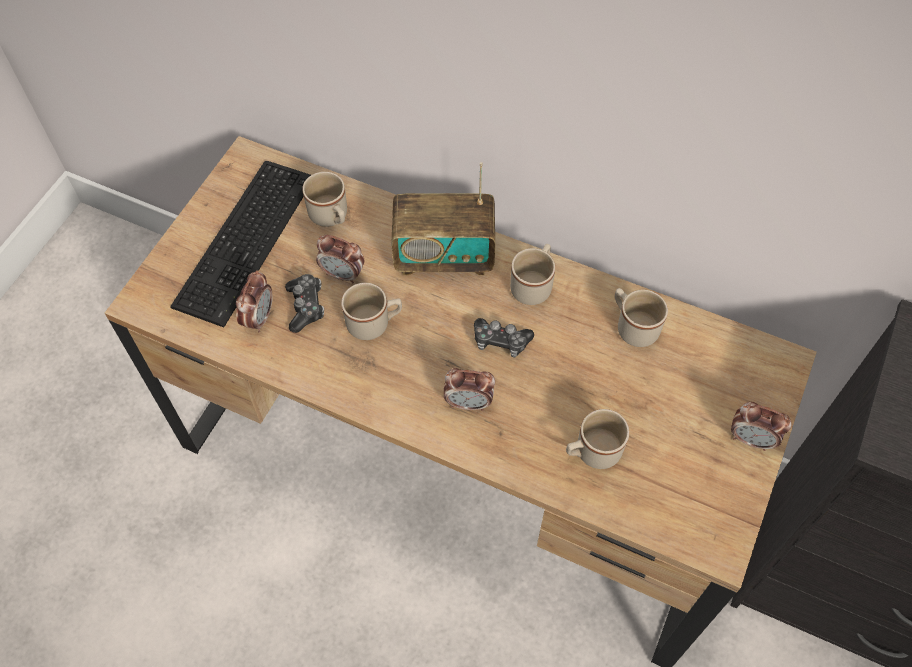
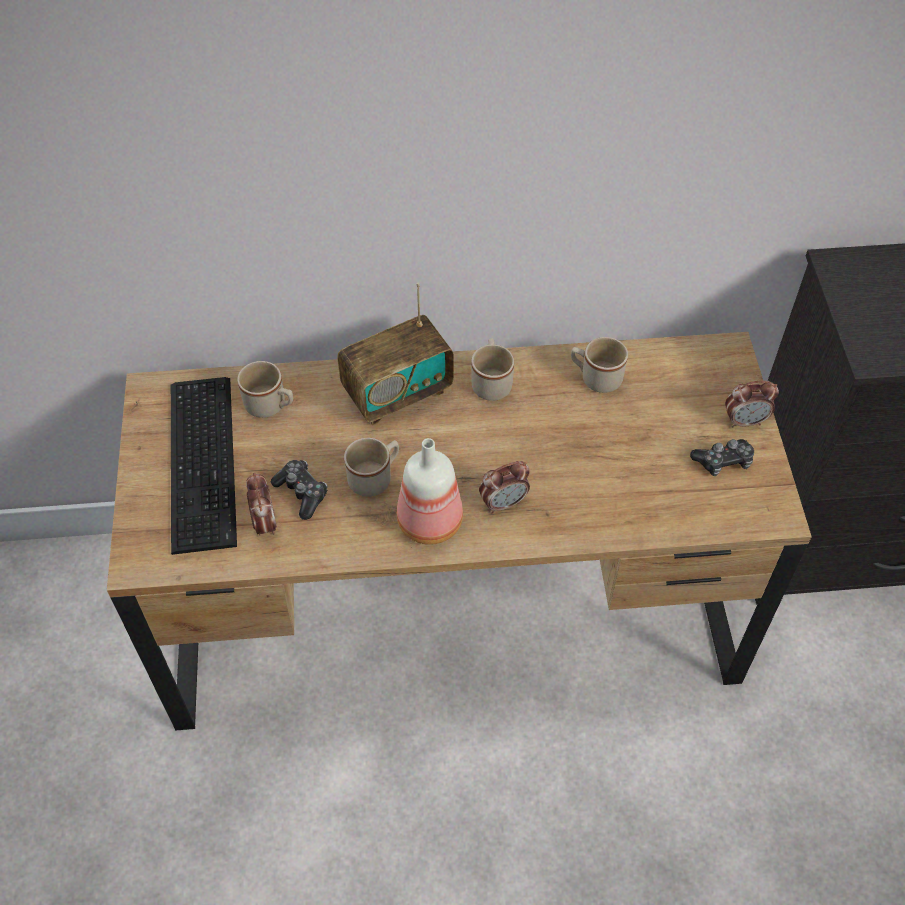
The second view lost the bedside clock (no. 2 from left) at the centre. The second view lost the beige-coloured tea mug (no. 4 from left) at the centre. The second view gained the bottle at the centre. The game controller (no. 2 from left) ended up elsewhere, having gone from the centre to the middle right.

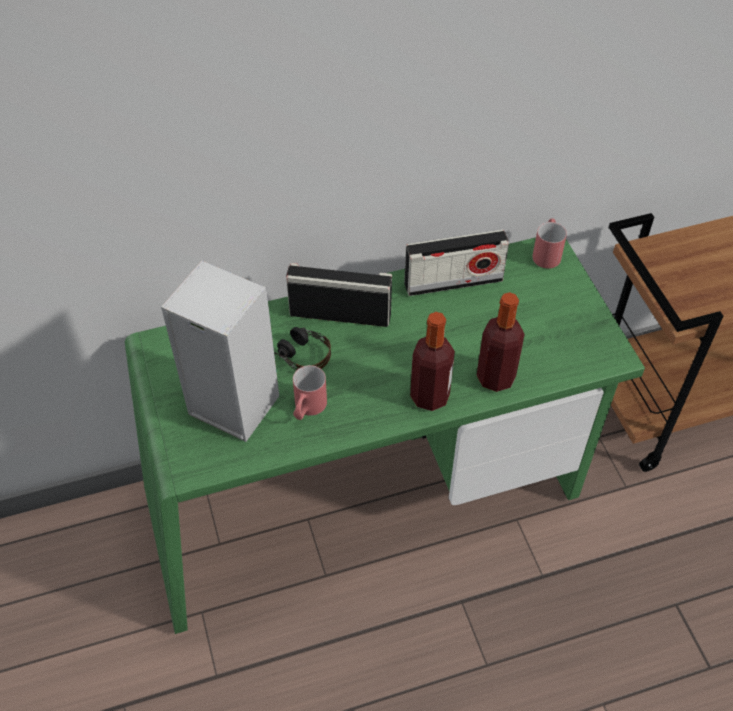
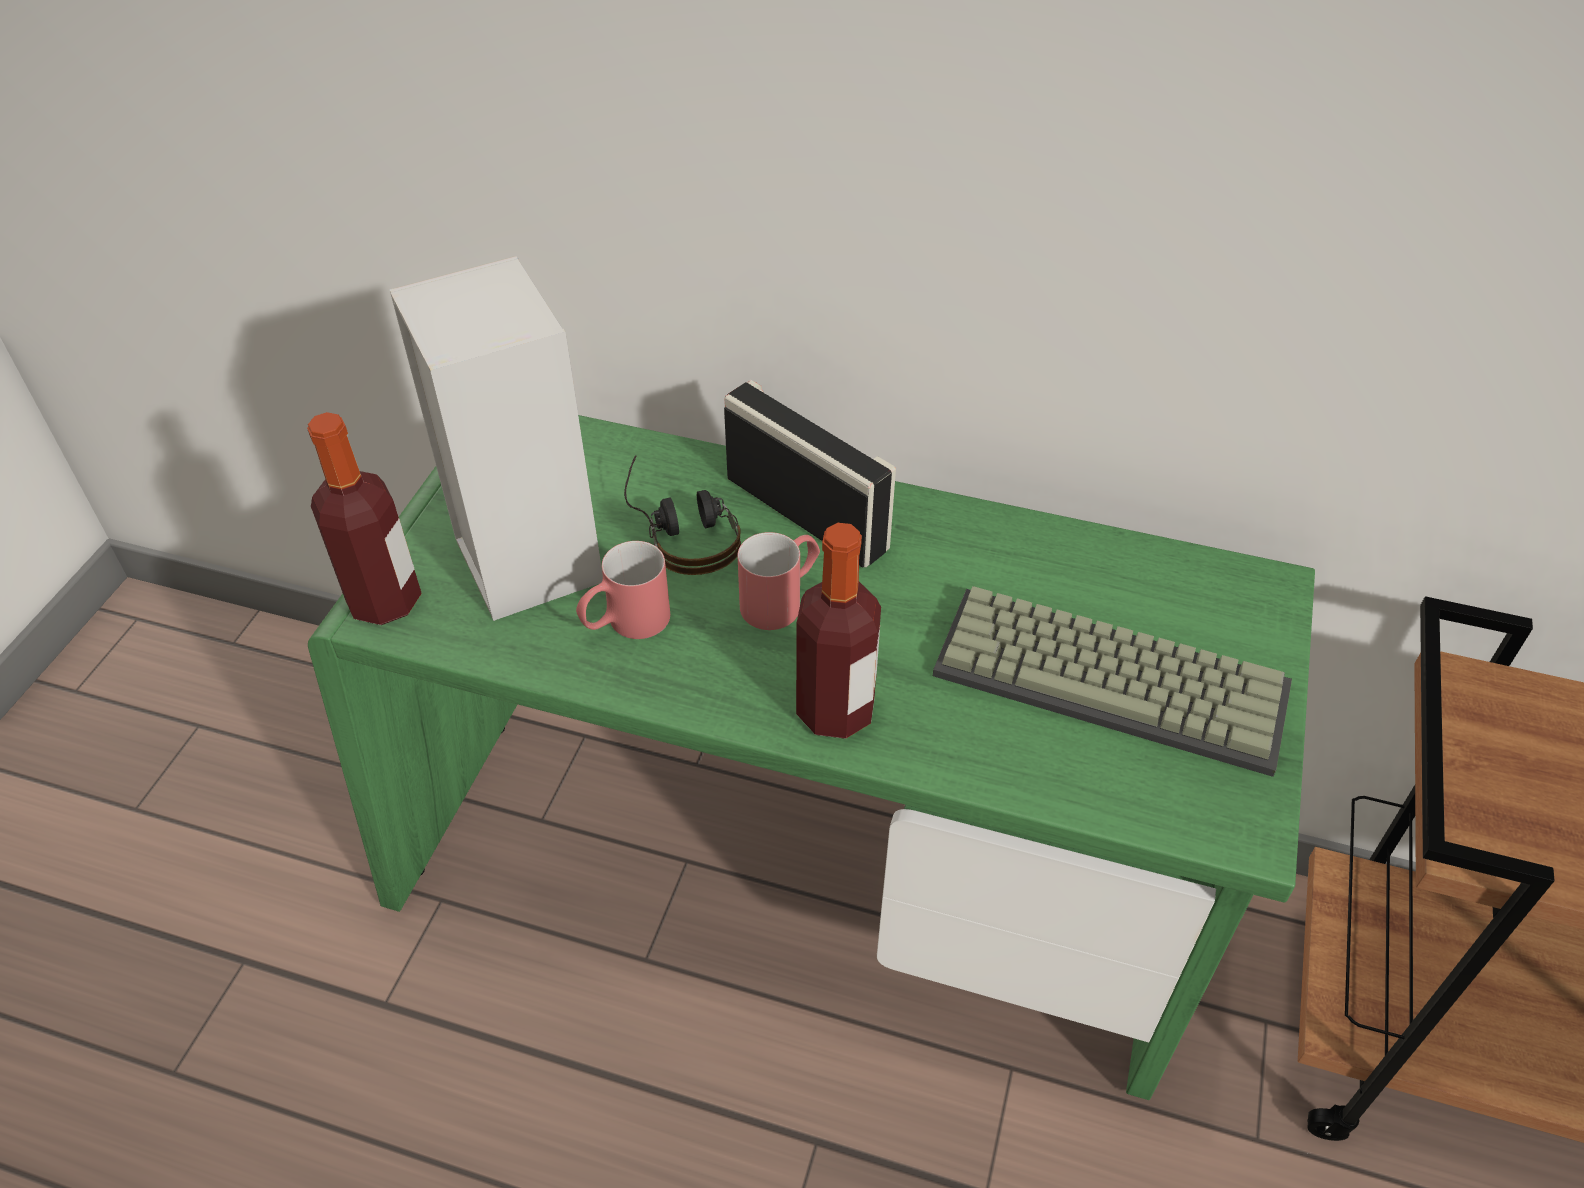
The second view lost the radio receiver (no. 2 from left) at the centre. The second view gained the keyboard at the middle right. The bottle (no. 2 from left in the first image) ended up elsewhere, having gone from the middle right to the middle left. The red tea mug (no. 2 from left) ended up elsewhere, having gone from the middle right to the centre.

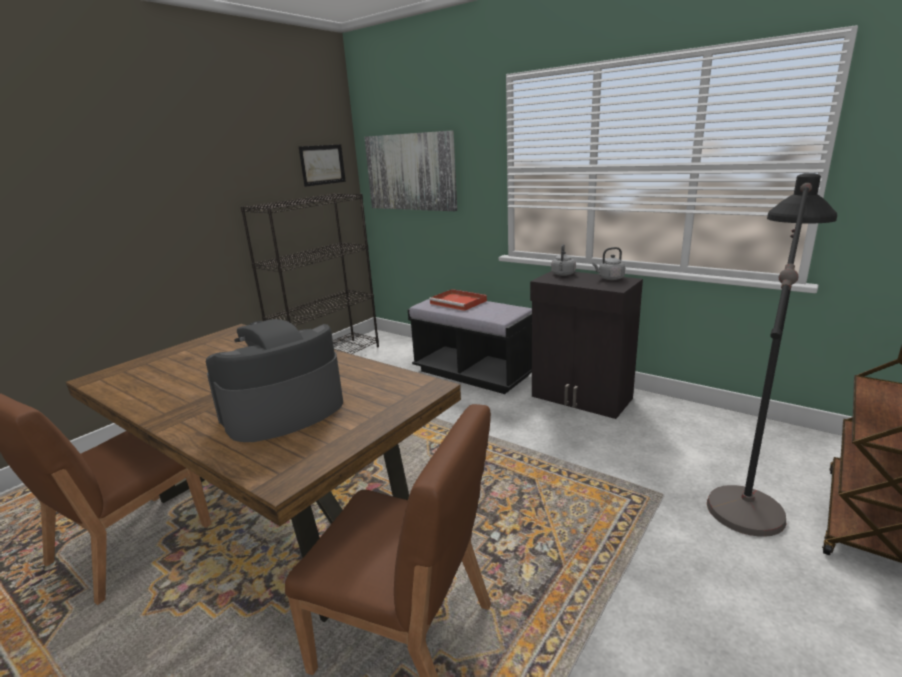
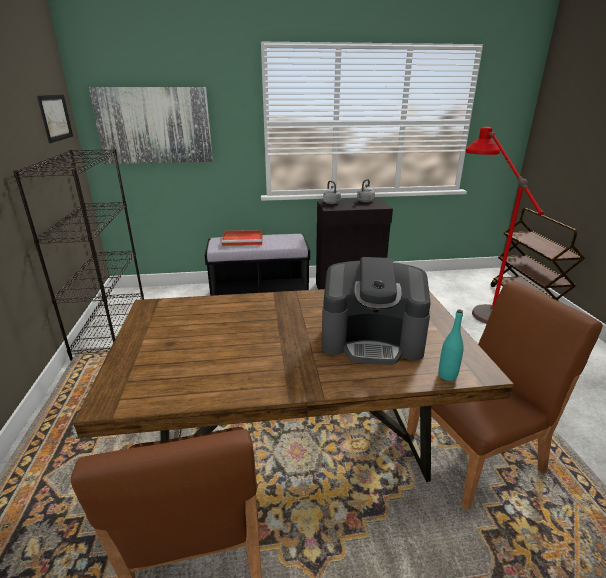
The second view gained the blue-green bottle at the middle right. What was the black standing lamp at the middle right turned into the red standing lamp at the middle right. The coffee machine at the middle left ended up facing another way, 90 degrees counterclockwise from before.

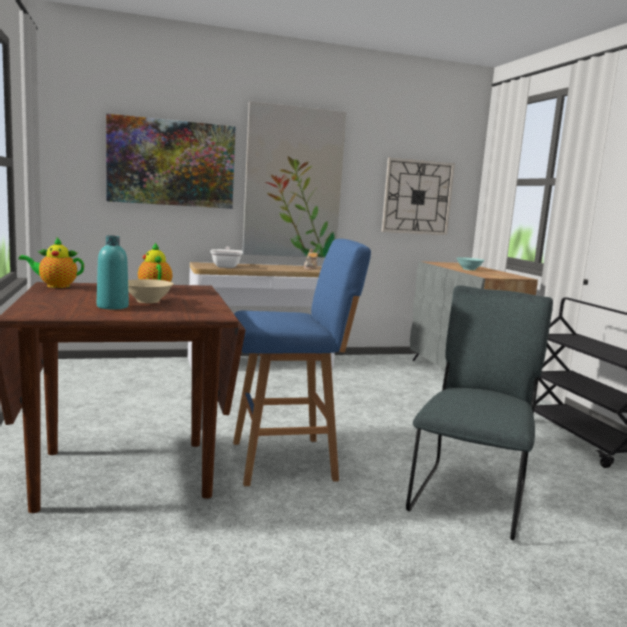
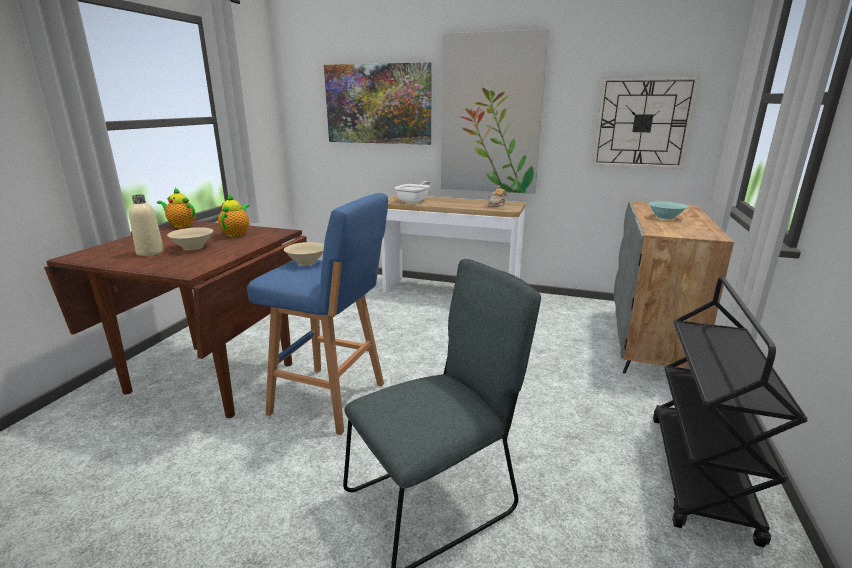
The second view gained the beige-coloured bowl (no. 2 from left) at the centre. What was the blue-green bottle at the middle left turned into the beige-coloured bottle at the middle left.

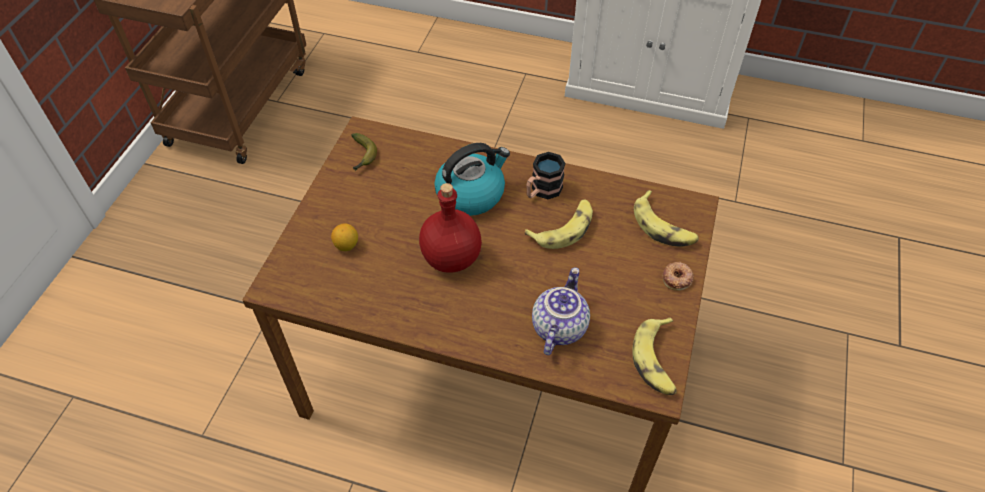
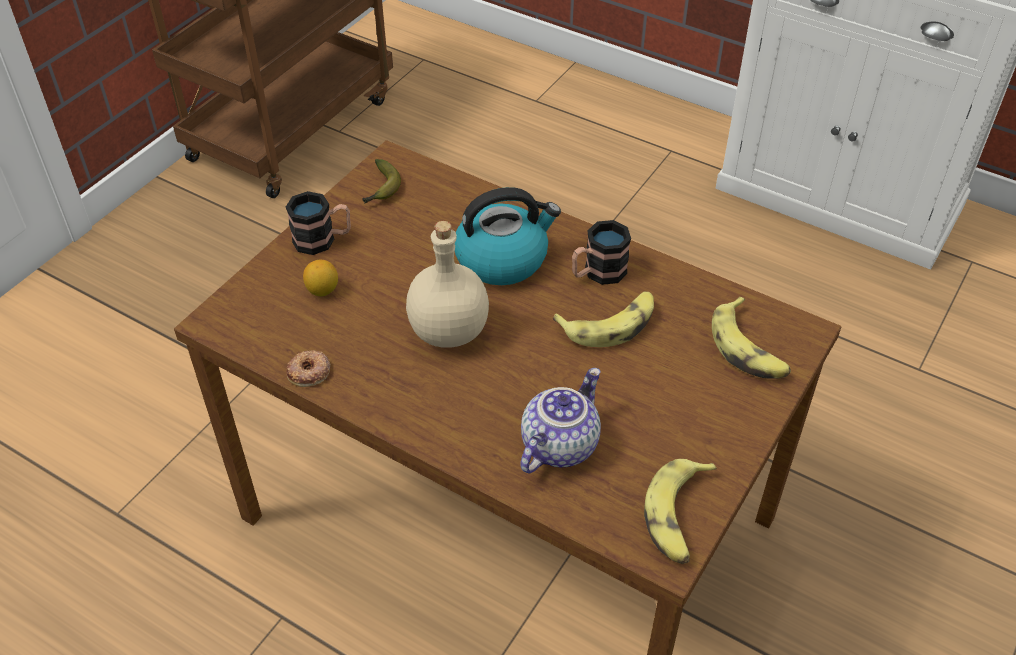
The second view gained the tea mug (no. 1 from left) at the middle left. The doughnut ended up elsewhere, having gone from the middle right to the middle left. What was the red bottle at the centre turned into the beige-coloured bottle at the centre.

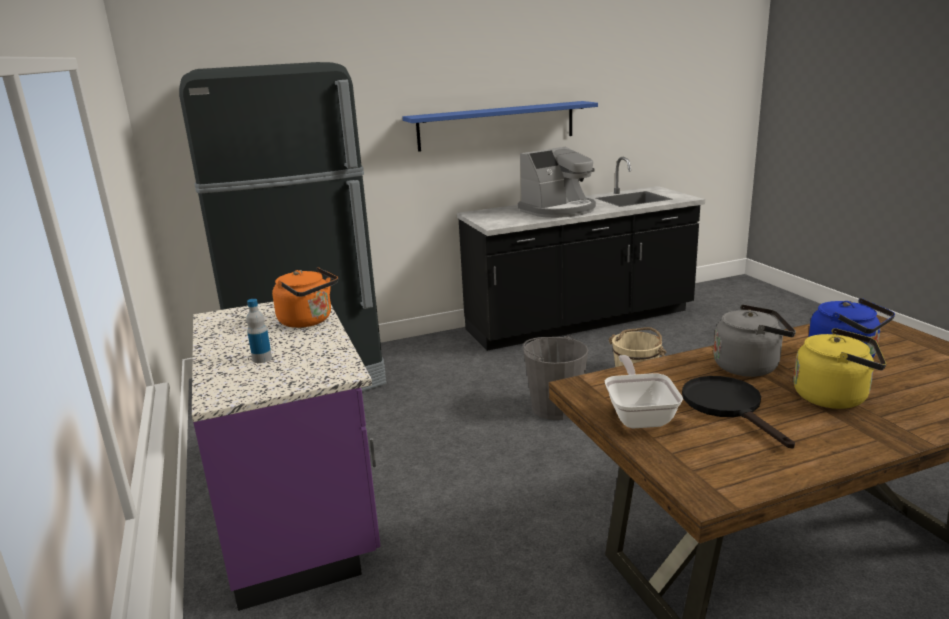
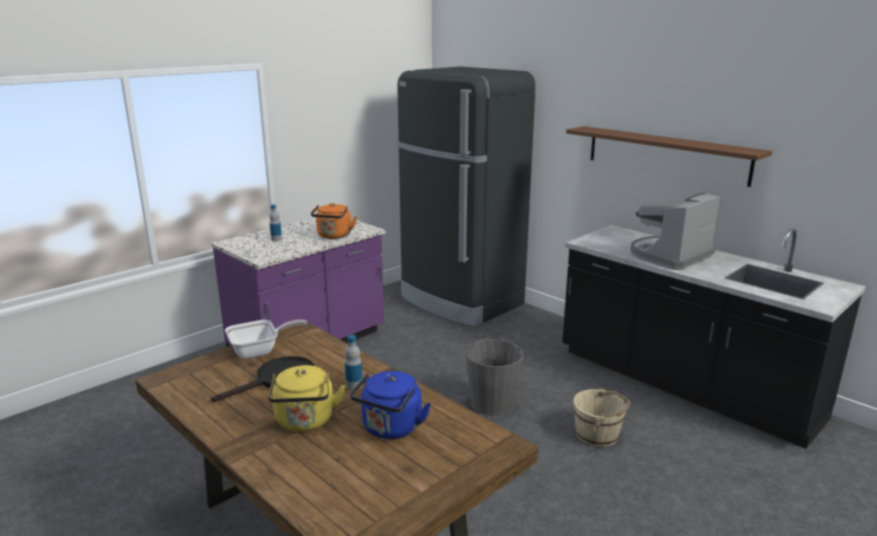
Where the grey tea kettle stood at the middle right, the bottle (no. 2 from left) came to stand at the bottom centre. What was the bluish wall shelf at the top centre turned into the brown wall shelf at the top right. The coffee machine at the top centre ended up facing another way, 105 degrees clockwise from before.

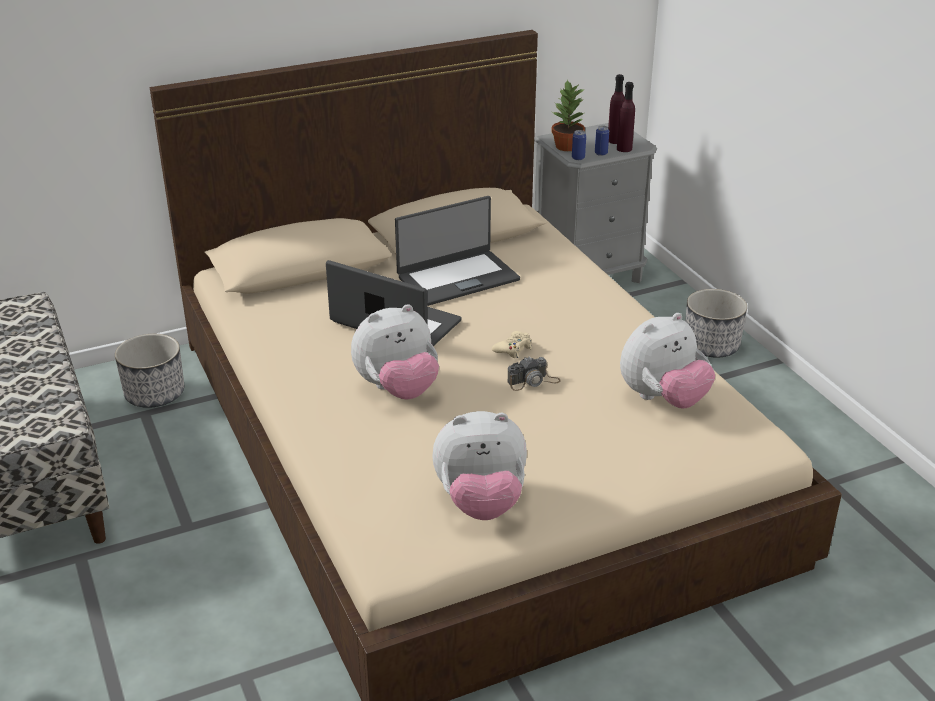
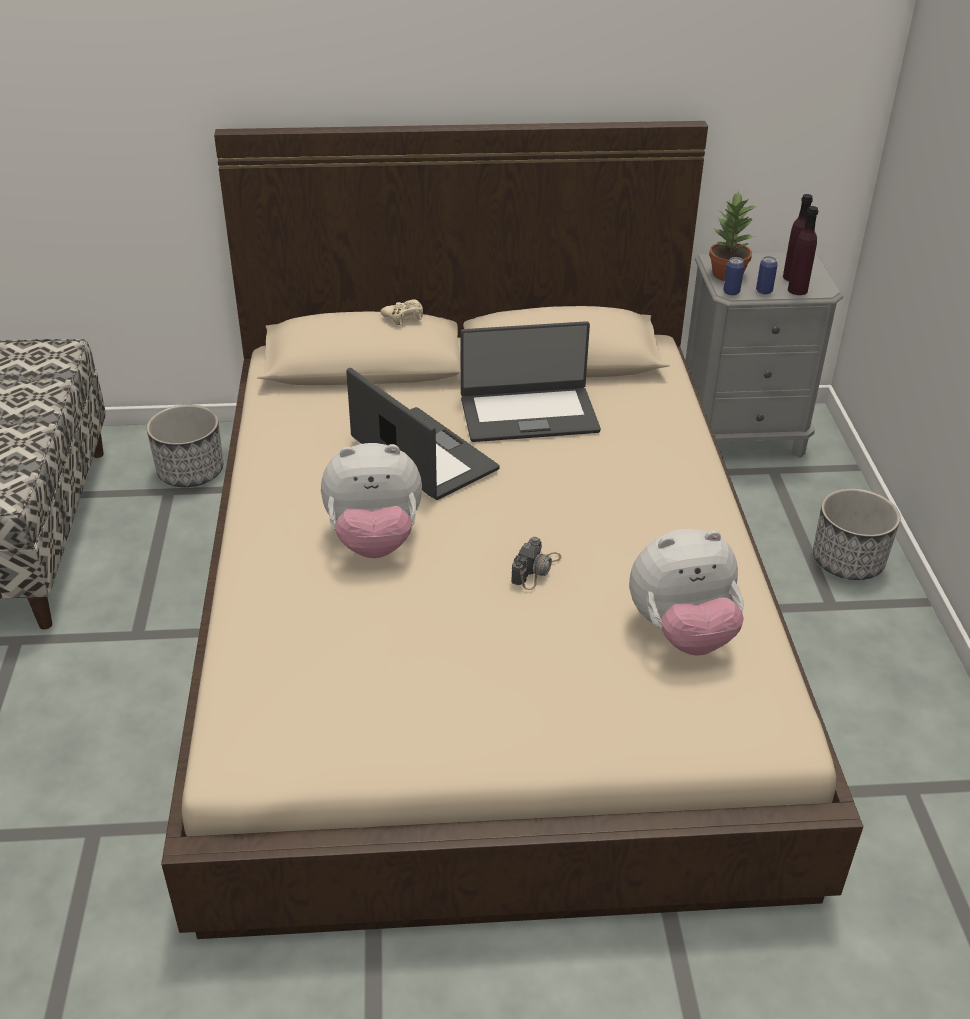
The second view lost the soft toy (no. 2 from left) at the centre. The beige-coloured game controller ended up elsewhere, having gone from the centre to the top centre. The photo camera at the centre ended up facing another way, 60 degrees counterclockwise from before.

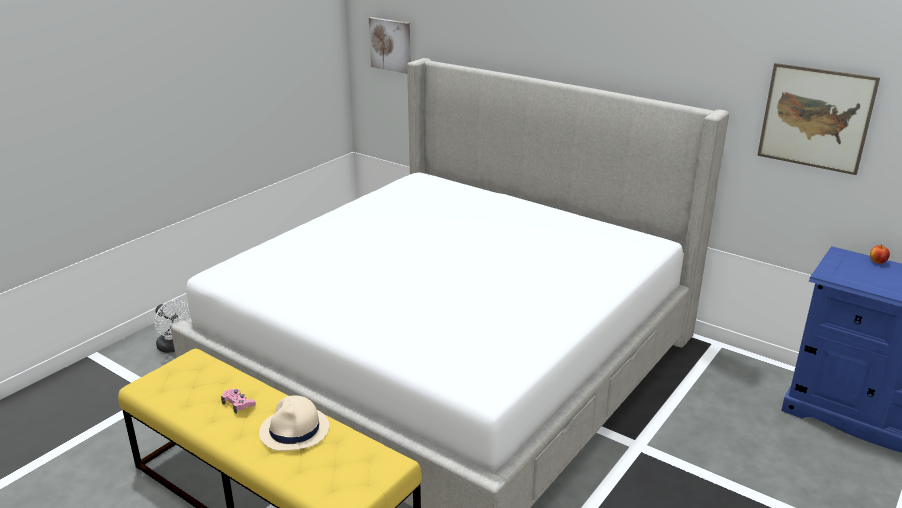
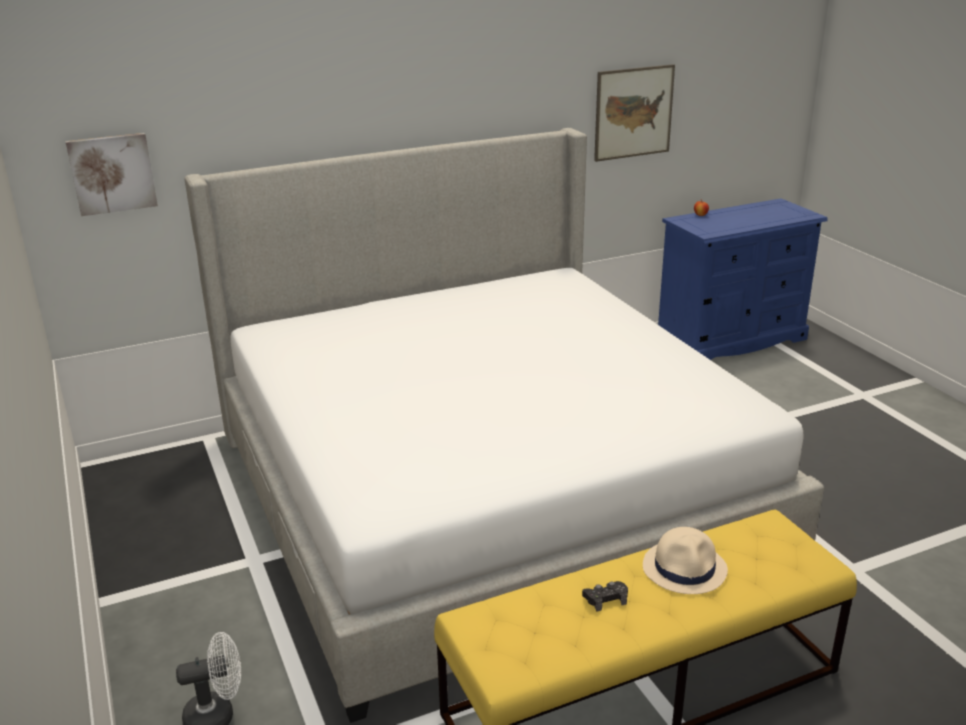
What was the pinkish game controller at the bottom left turned into the black game controller at the bottom centre.

